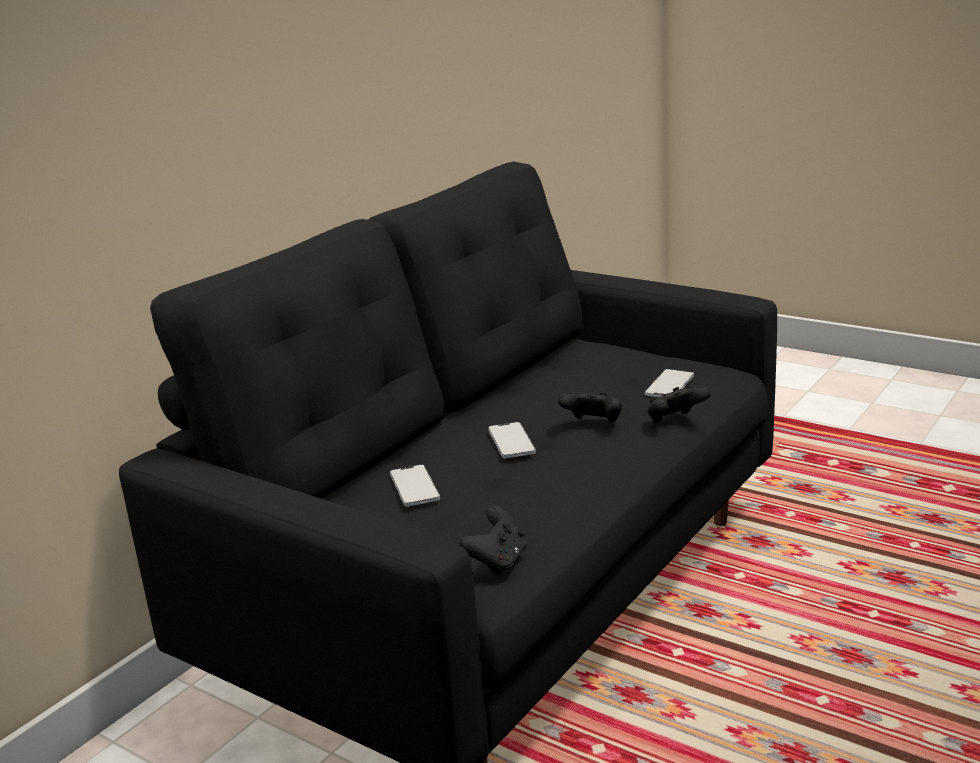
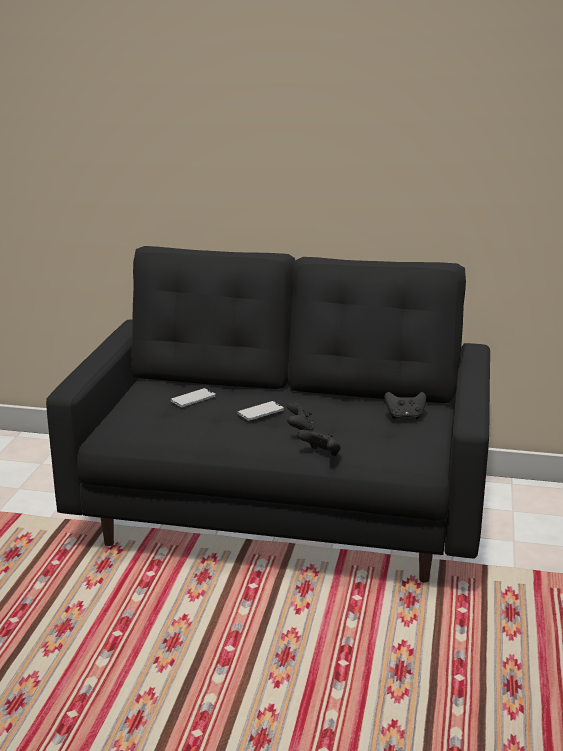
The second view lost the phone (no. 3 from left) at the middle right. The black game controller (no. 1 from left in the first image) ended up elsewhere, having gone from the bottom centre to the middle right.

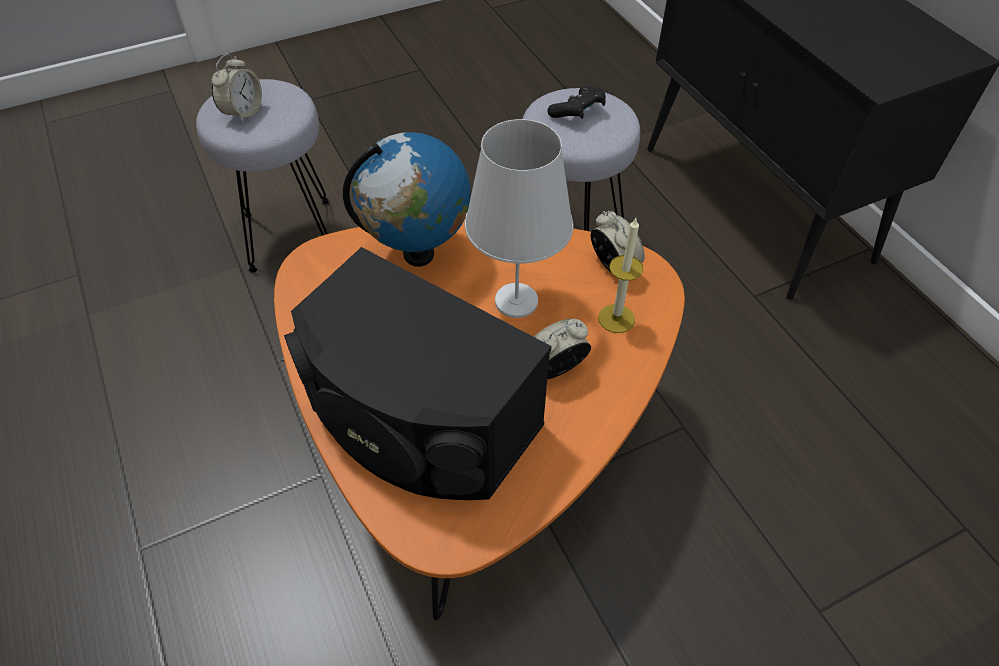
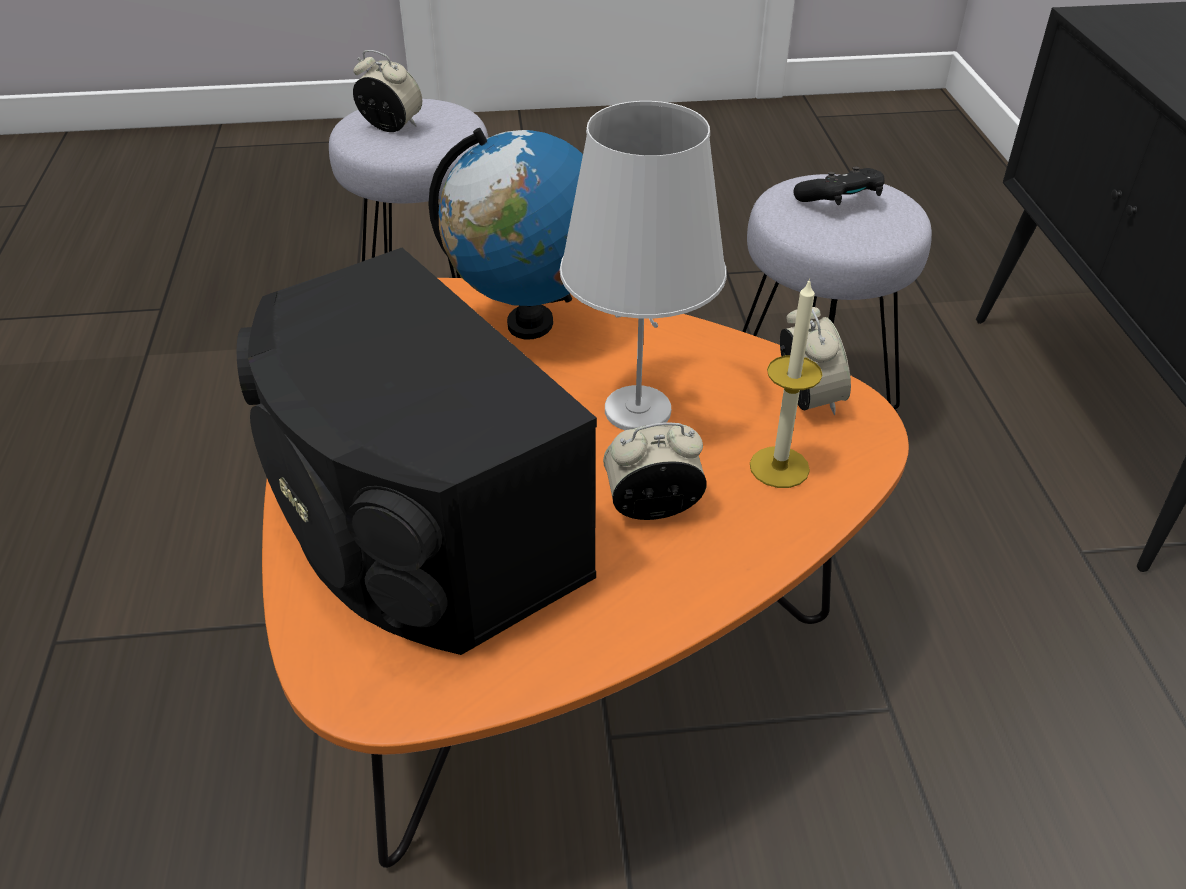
The bedside clock (no. 1 from left) at the top left ended up facing another way, 105 degrees counterclockwise from before.

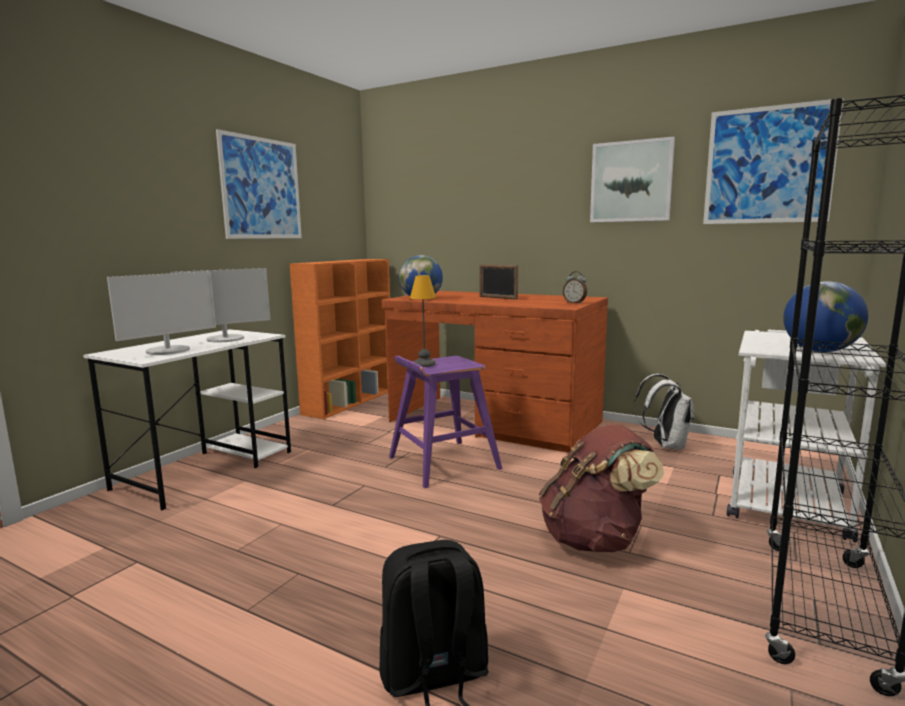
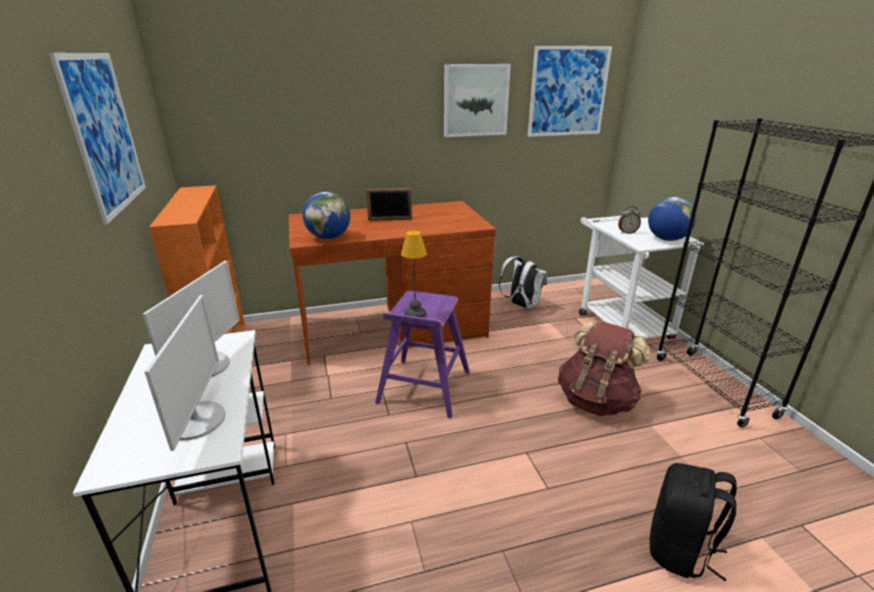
The bedside clock ended up elsewhere, having gone from the centre to the middle right.

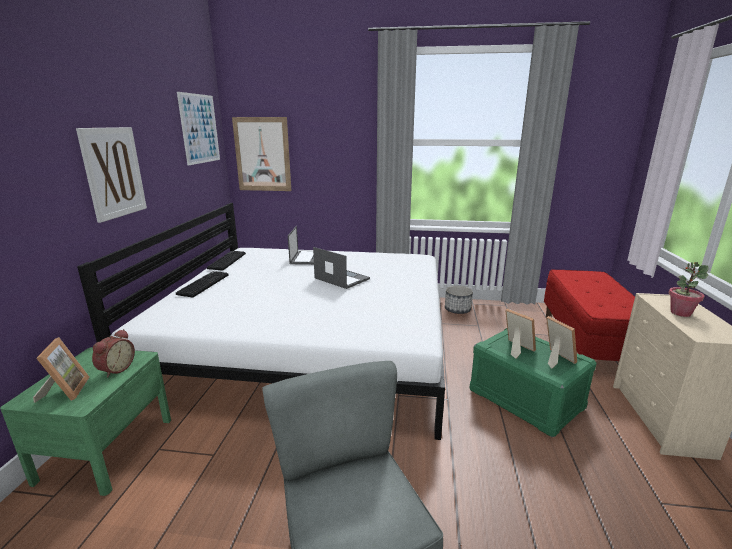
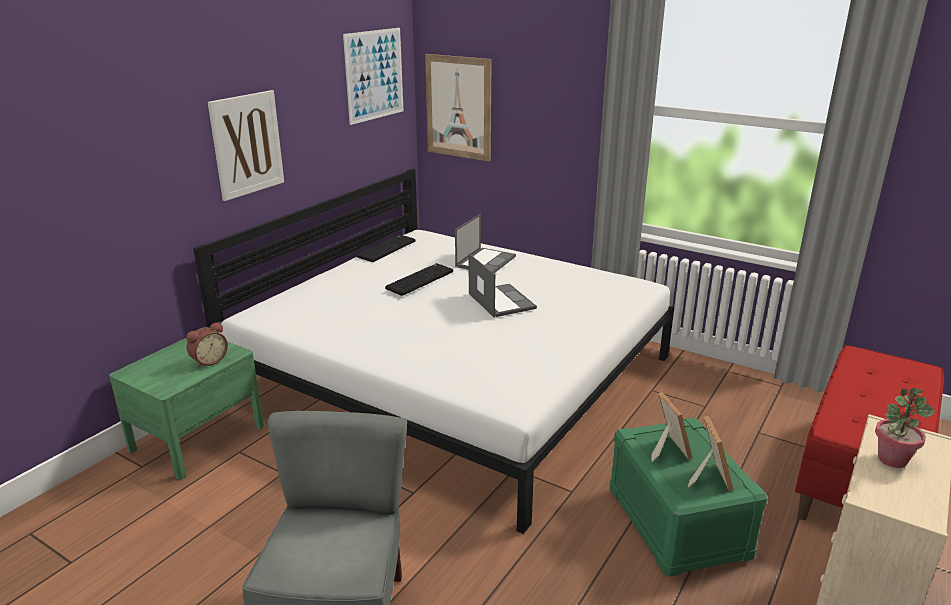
The second view lost the photo frame (no. 1 from left) at the bottom left. The second view lost the plant pot at the centre. The keyboard (no. 1 from left in the first image) ended up elsewhere, having gone from the middle left to the centre.

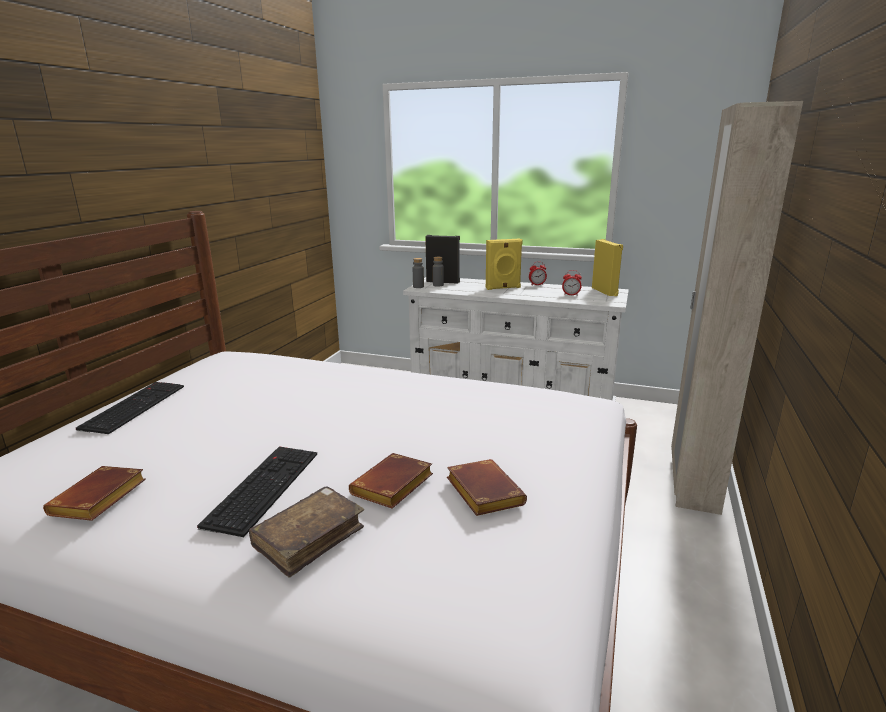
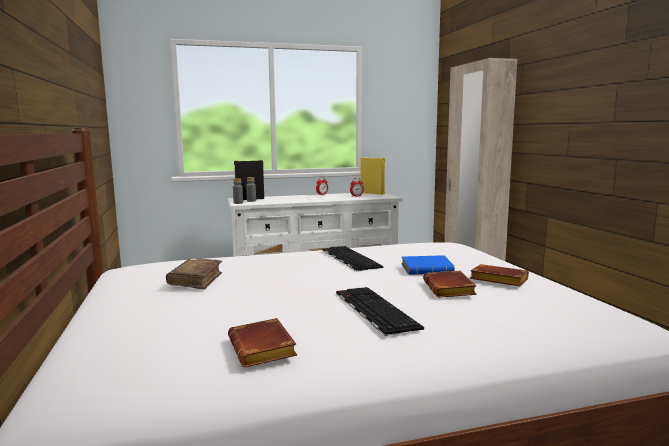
The second view lost the yellowish speaker (no. 1 from left) at the centre. The second view gained the bluish bound book at the centre. The keyboard (no. 1 from left) ended up elsewhere, having gone from the middle left to the centre. The brown bound book (no. 2 from left in the first image) ended up elsewhere, having gone from the bottom centre to the middle left.

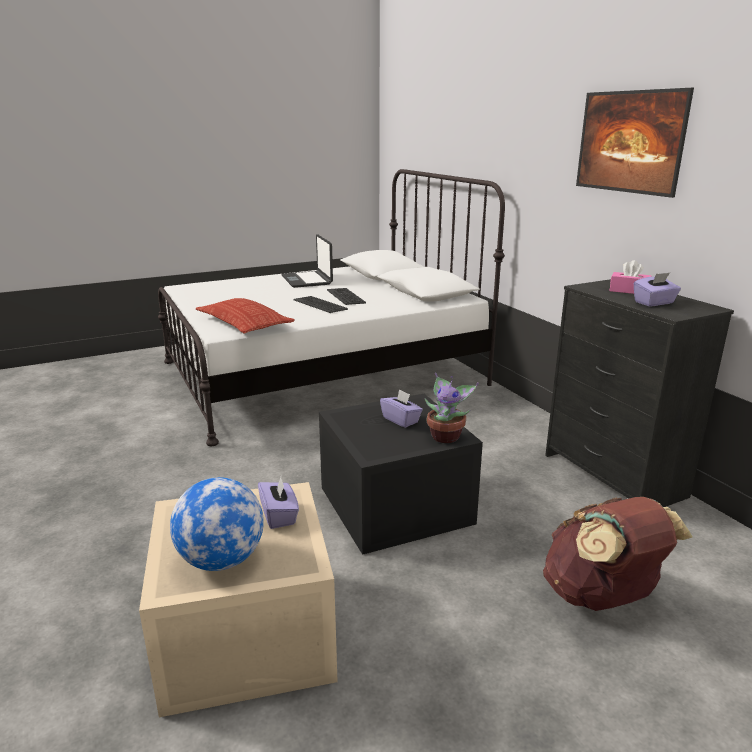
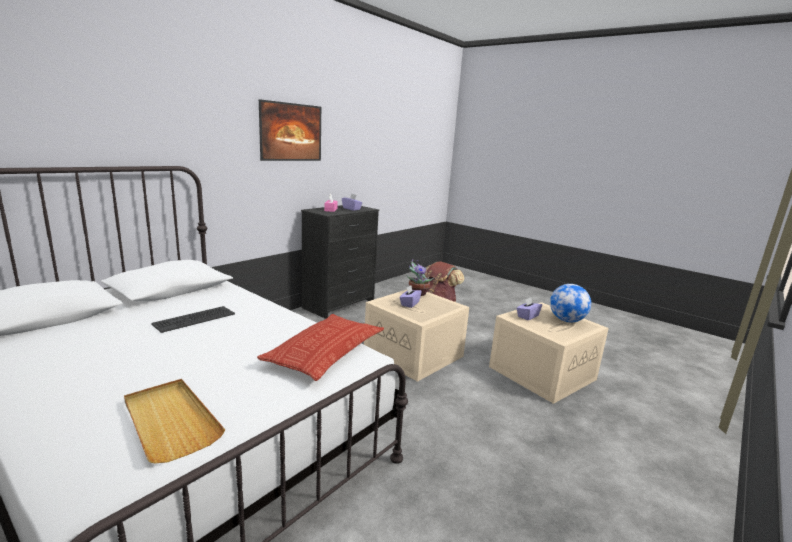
The second view lost the portable computer at the centre. The second view lost the keyboard (no. 1 from left) at the centre. The second view gained the beige-coloured serving tray at the bottom left. What was the black storage box at the centre turned into the beige-coloured storage box (no. 1 from left) at the centre.

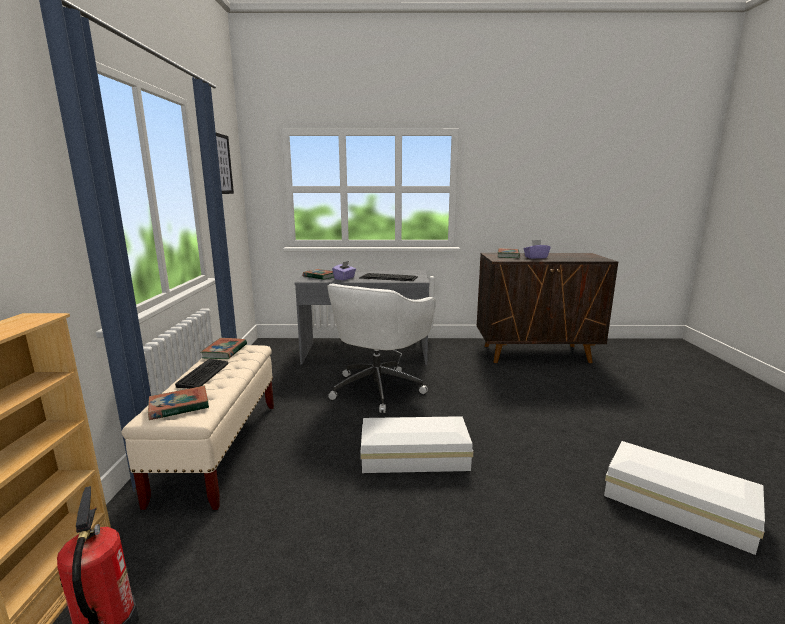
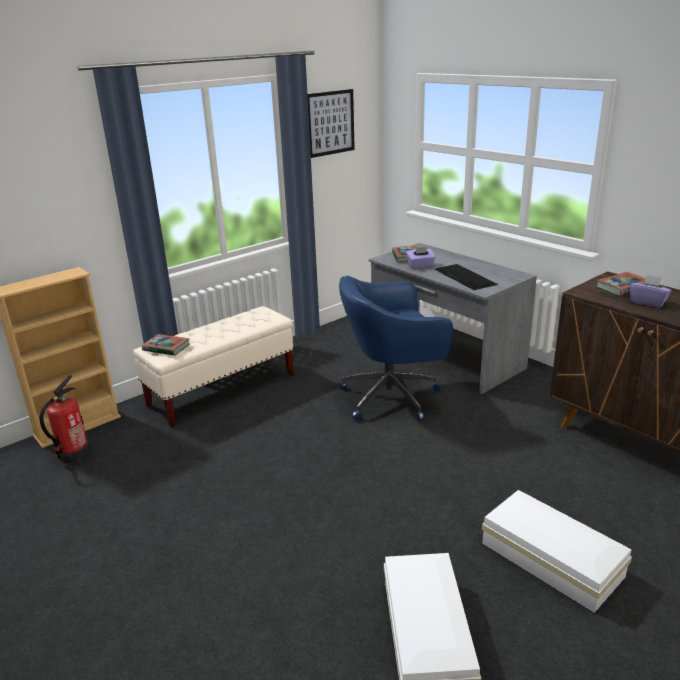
The second view lost the keyboard (no. 1 from left) at the middle left. The second view lost the bound book (no. 2 from left) at the middle left. The white storage box (no. 1 from left in the first image) ended up elsewhere, having gone from the bottom centre to the bottom right. What was the white computer chair at the centre turned into the bluish computer chair at the centre.

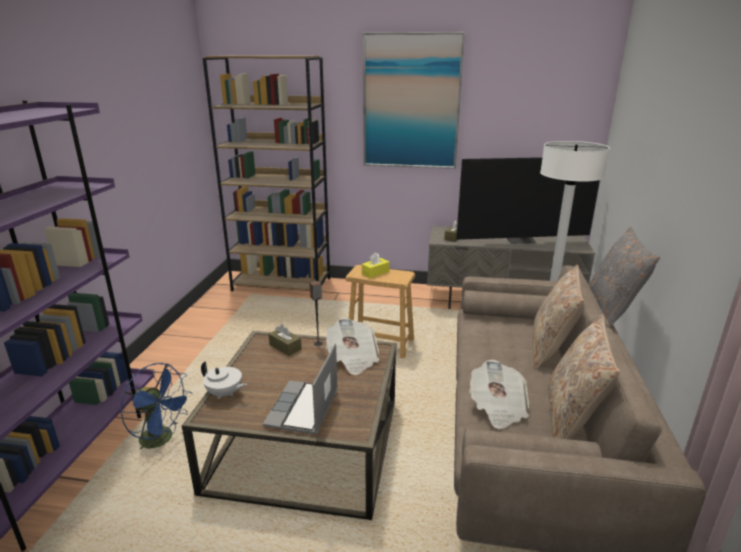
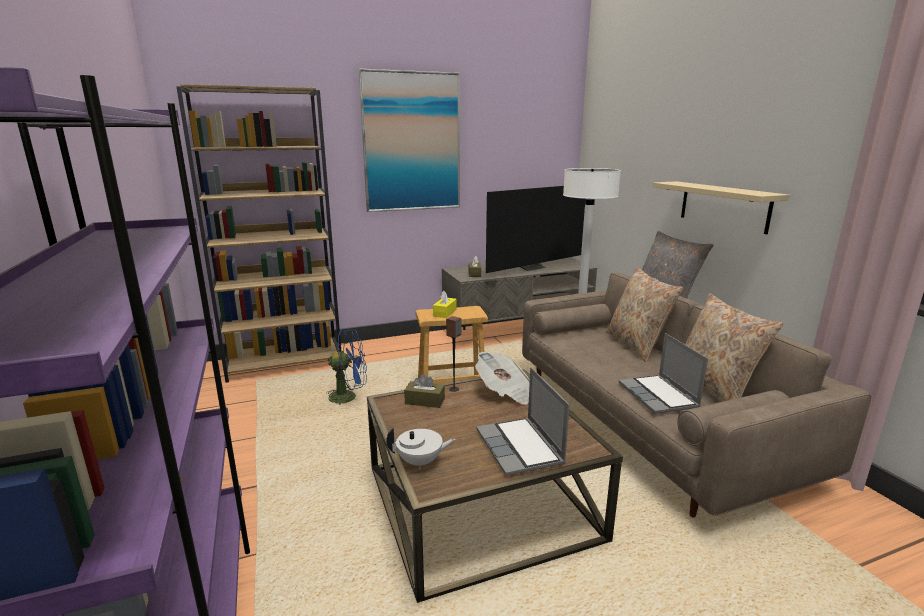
The second view gained the beige-coloured wall shelf at the middle right. The bluish cooling fan ended up elsewhere, having gone from the bottom left to the centre. Where the printed paper (no. 2 from left) stood at the bottom right, the portable computer (no. 2 from left) came to stand at the middle right.

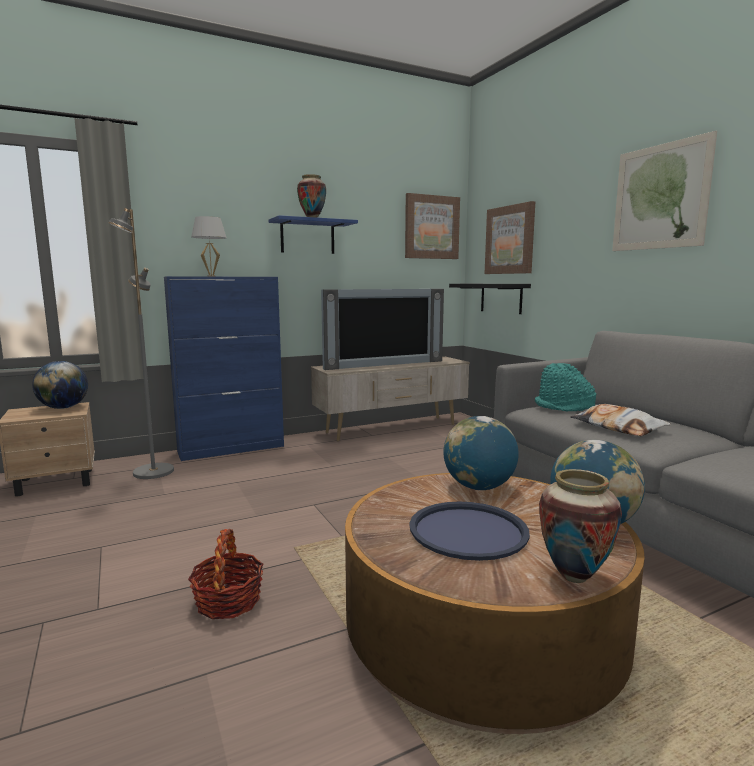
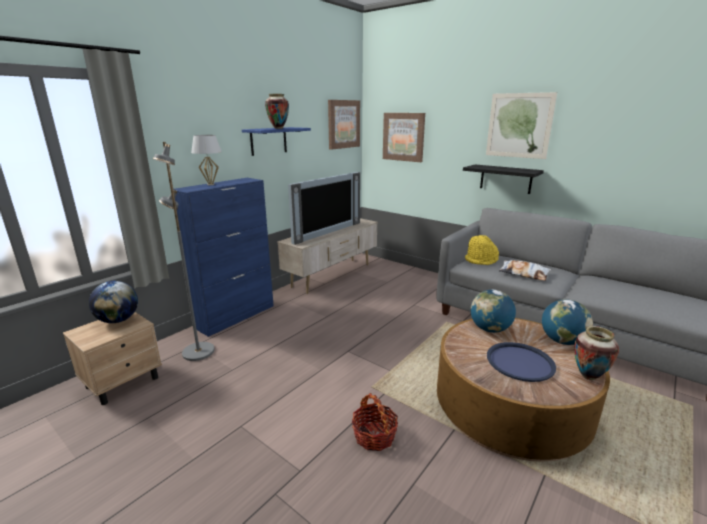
The black wall shelf ended up elsewhere, having gone from the centre to the middle right. What was the blue-green wearable hat at the middle right turned into the yellowish wearable hat at the middle right.

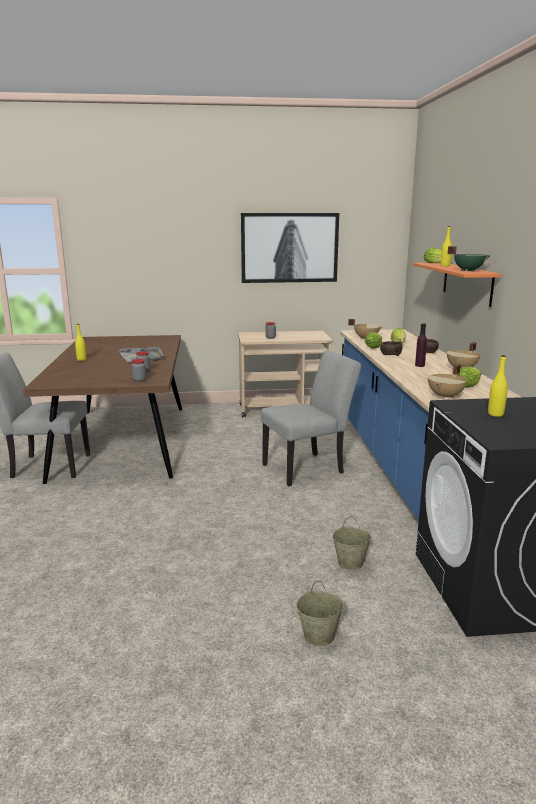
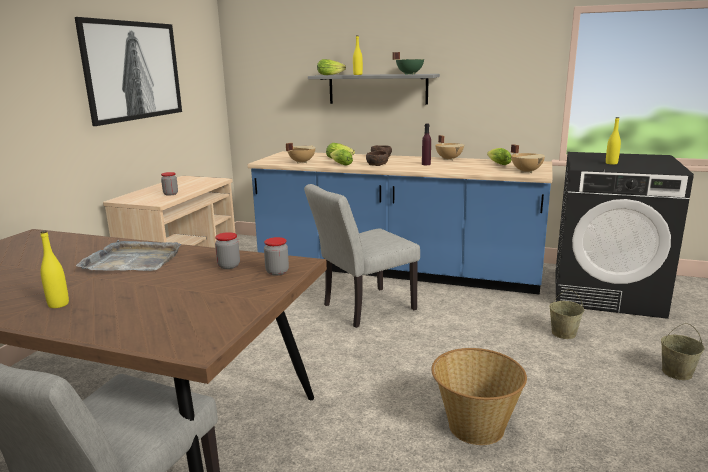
The second view gained the basket at the bottom right. What was the orange wall shelf at the middle right turned into the grey wall shelf at the top centre. The grey plain chair (no. 2 from left) at the centre ended up facing another way, 120 degrees counterclockwise from before.

